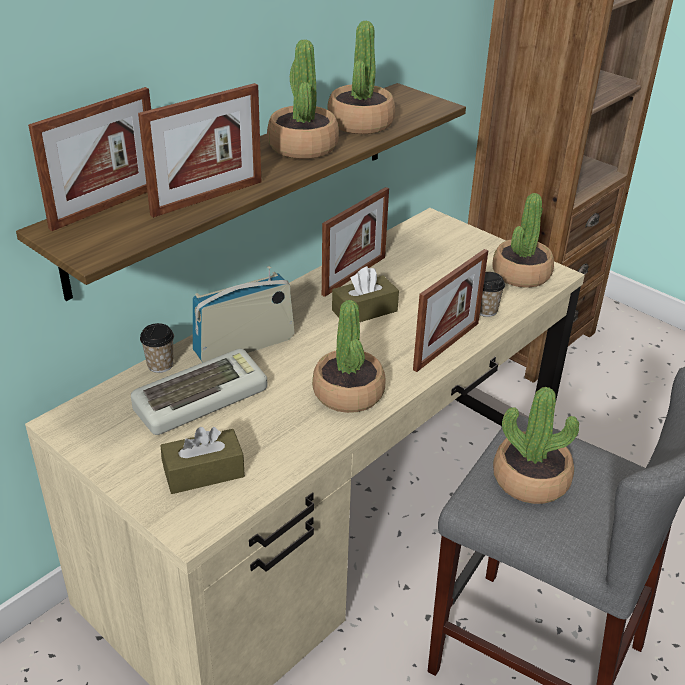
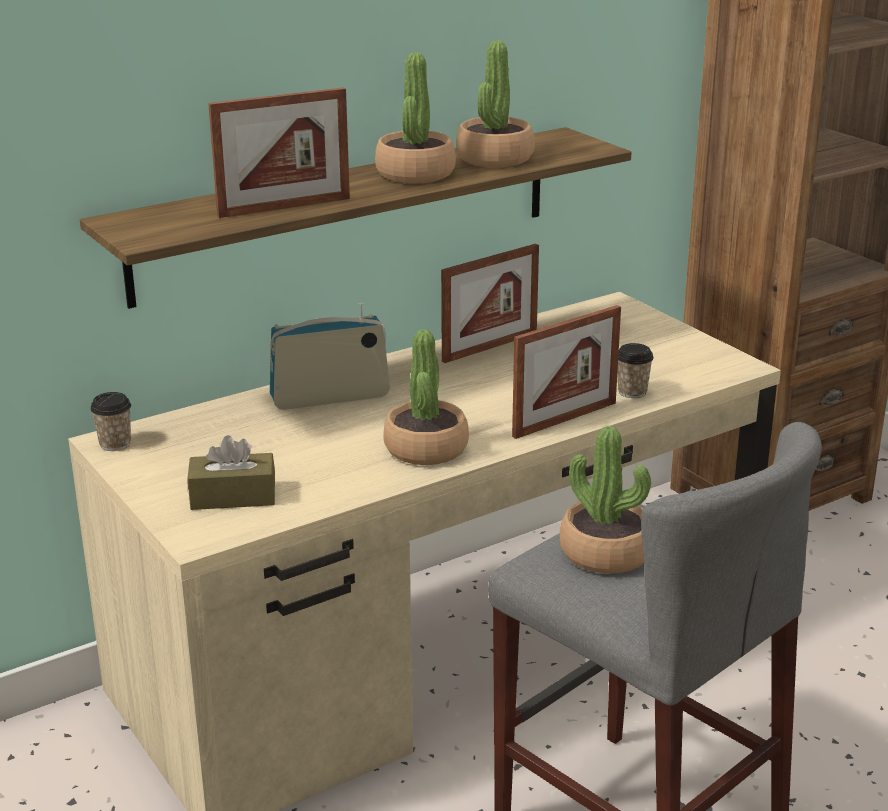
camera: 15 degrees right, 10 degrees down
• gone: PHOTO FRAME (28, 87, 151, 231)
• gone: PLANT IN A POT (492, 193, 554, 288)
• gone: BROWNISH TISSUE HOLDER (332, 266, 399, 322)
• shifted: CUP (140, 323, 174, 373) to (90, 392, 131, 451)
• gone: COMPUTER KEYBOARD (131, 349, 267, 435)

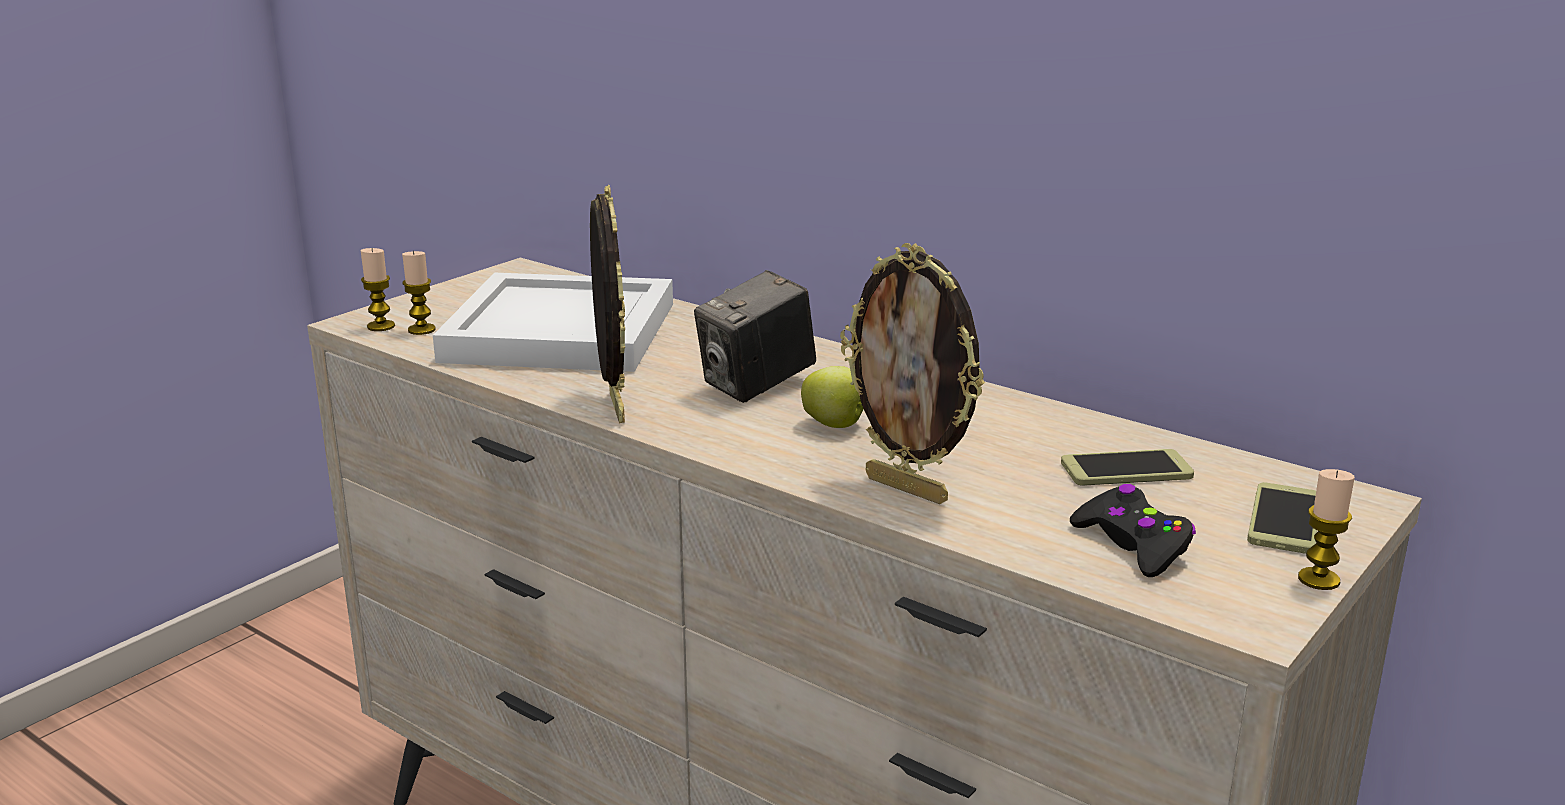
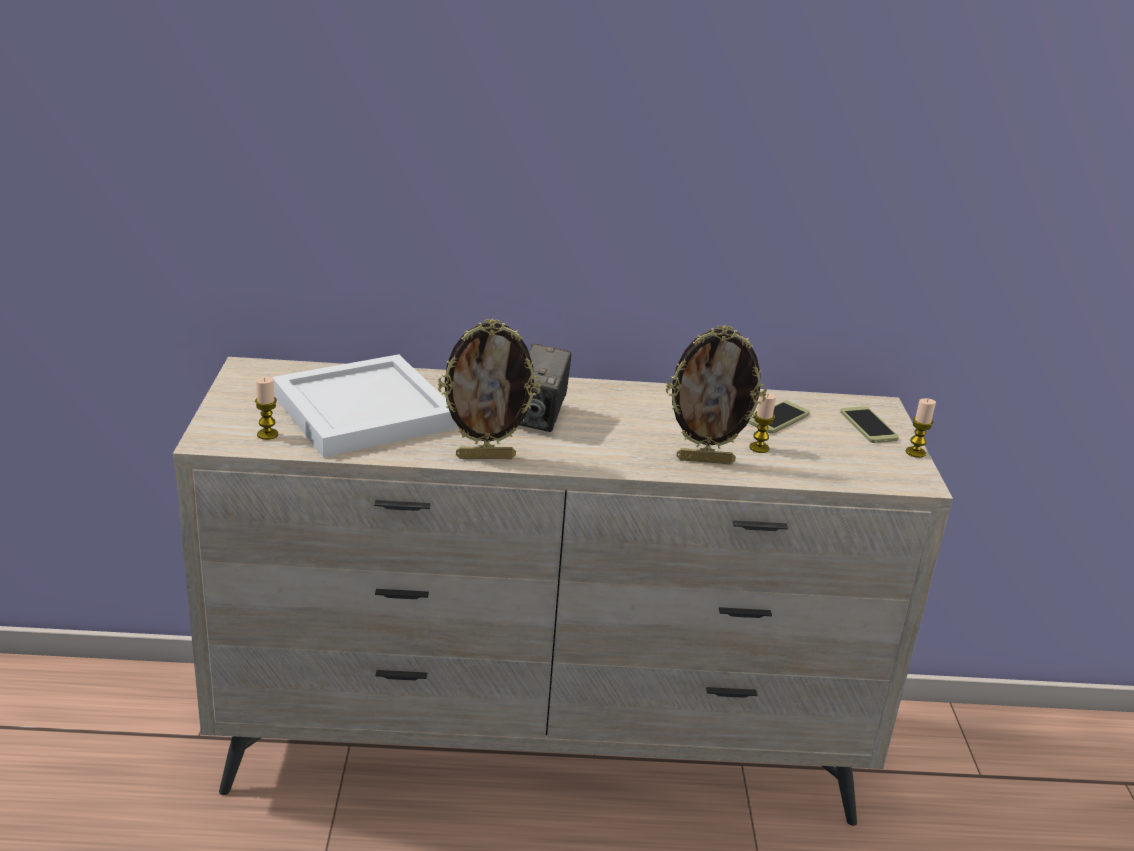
camera: 40 degrees left, 5 degrees up
• rotated: PHOTO FRAME (590, 185, 625, 423) = (438, 318, 541, 459) 135 degrees clockwise
• shifted: WAX LIGHT (361, 248, 395, 331) to (749, 393, 776, 453)
• gone: APPLE (801, 366, 864, 428)
• gone: BLACK GAMEPAD (1070, 484, 1196, 577)

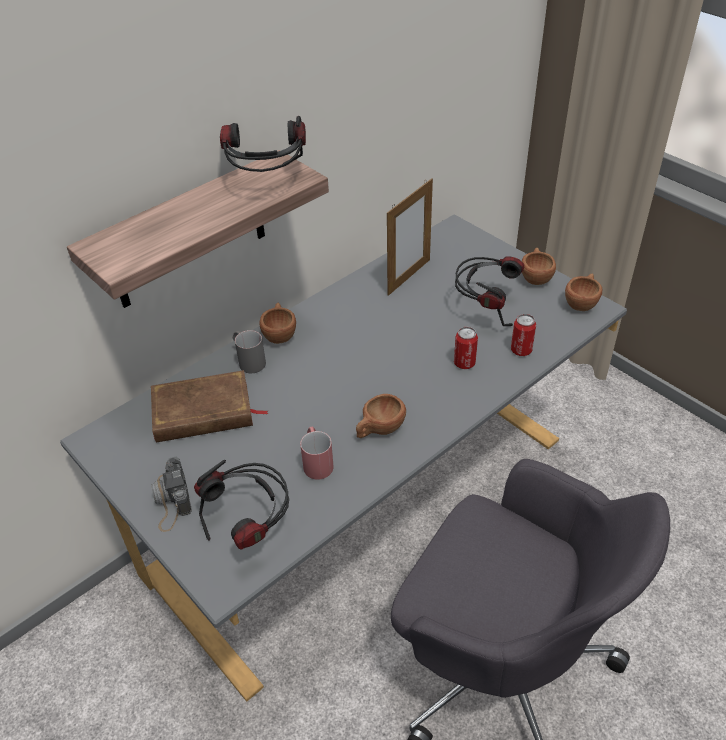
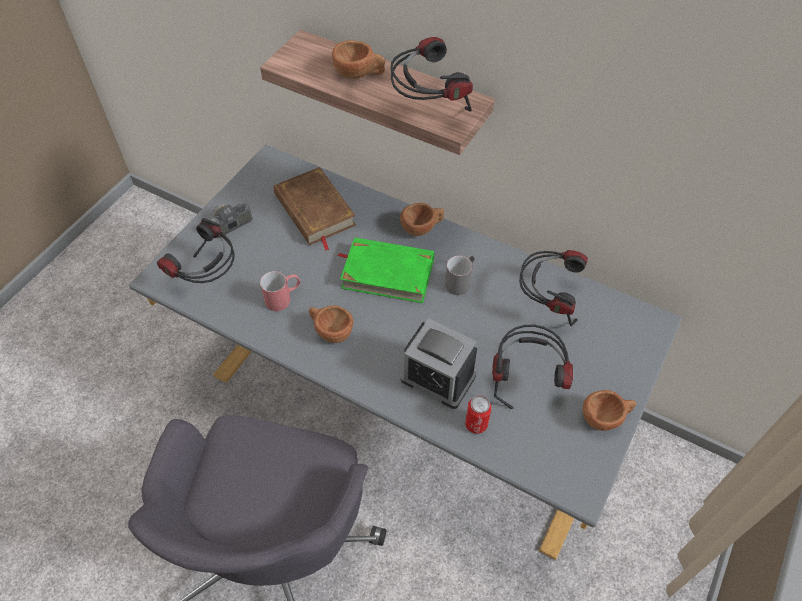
camera: 70 degrees right, 10 degrees up
• swapped: PHOTO FRAME (387, 178, 433, 296) to PAIR OF HEADPHONES (519, 250, 588, 326)
• shifted: BROWNISH CUP (565, 274, 602, 311) to (332, 40, 385, 79)
• swapped: METAL CAN (454, 327, 478, 369) to BEDSIDE CLOCK (401, 318, 477, 409)
• shifted: GREYISH TEA MUG (233, 330, 266, 373) to (445, 254, 475, 295)
• new: GREENISH BOOK (337, 237, 434, 303)

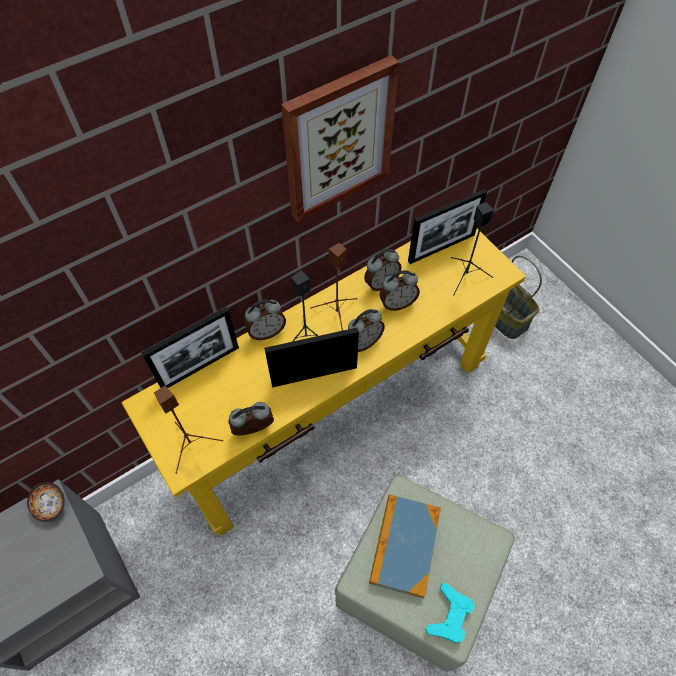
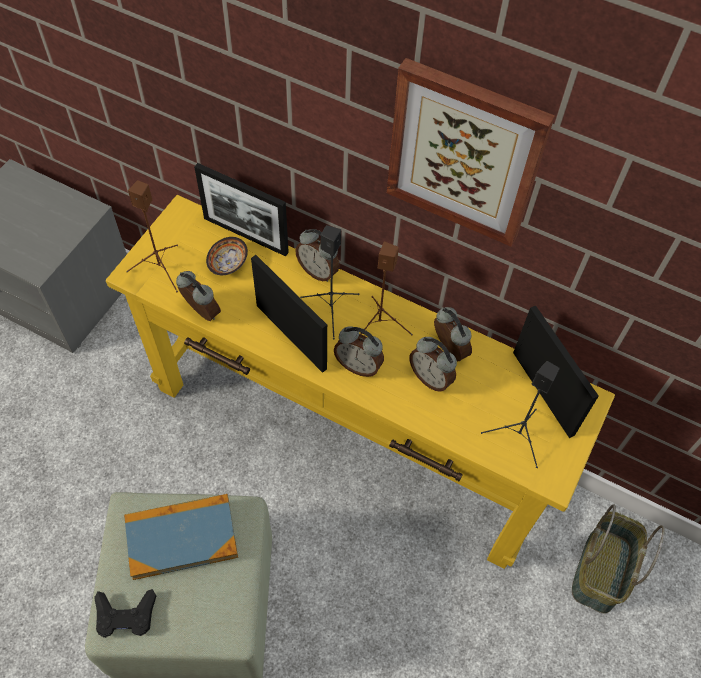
camera: 60 degrees right, 0 degrees up
• rotated: PHOTO FRAME (408, 189, 487, 264) = (513, 306, 598, 438) 150 degrees counterclockwise
• rotated: BEDSIDE CLOCK (364, 249, 401, 291) = (434, 307, 472, 362) 150 degrees counterclockwise
• shifted: DEEP DISH (27, 482, 65, 522) to (206, 237, 248, 275)
• repainted: TURQUOISE-COLOURED GAMEPAD (425, 583, 474, 643) to BLACK GAMEPAD (94, 589, 156, 638)

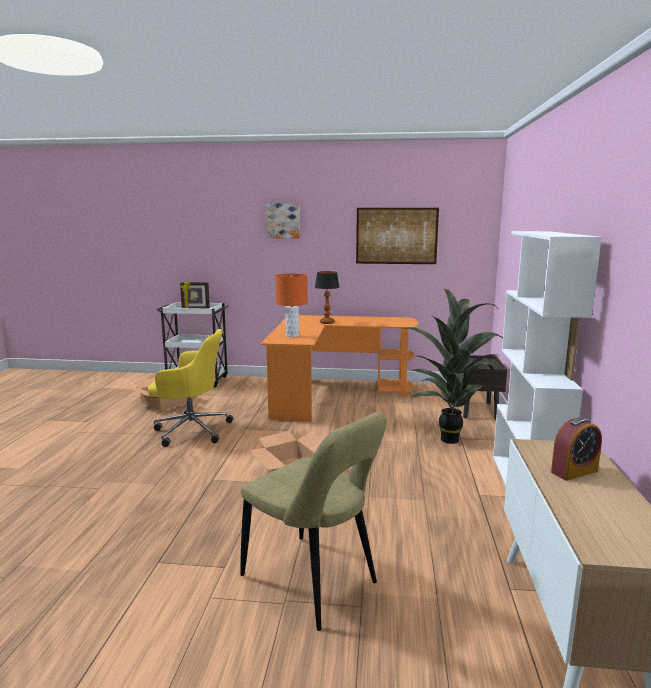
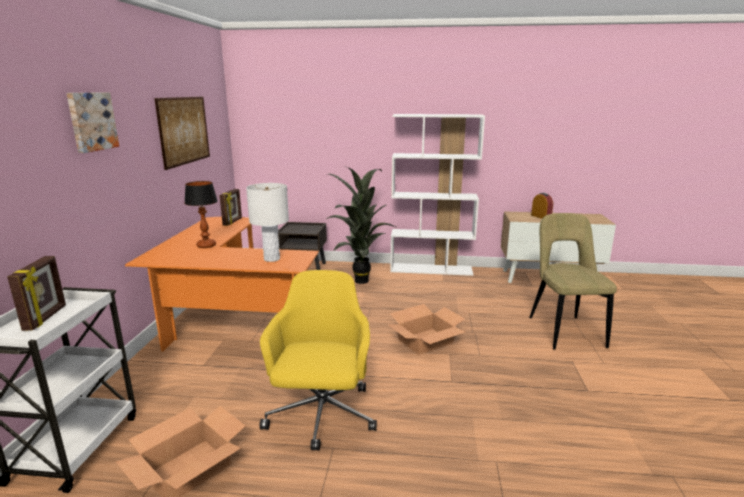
camera: 90 degrees left, 5 degrees up
• repainted: ORANGE-COLOURED TABLETOP LAMP (275, 273, 308, 337) to WHITISH TABLETOP LAMP (246, 183, 289, 262)
• rotated: SAND-COLOURED CHAIR (240, 412, 387, 631) = (529, 213, 617, 350) 45 degrees counterclockwise
• new: PHOTO FRAME (219, 189, 242, 226)

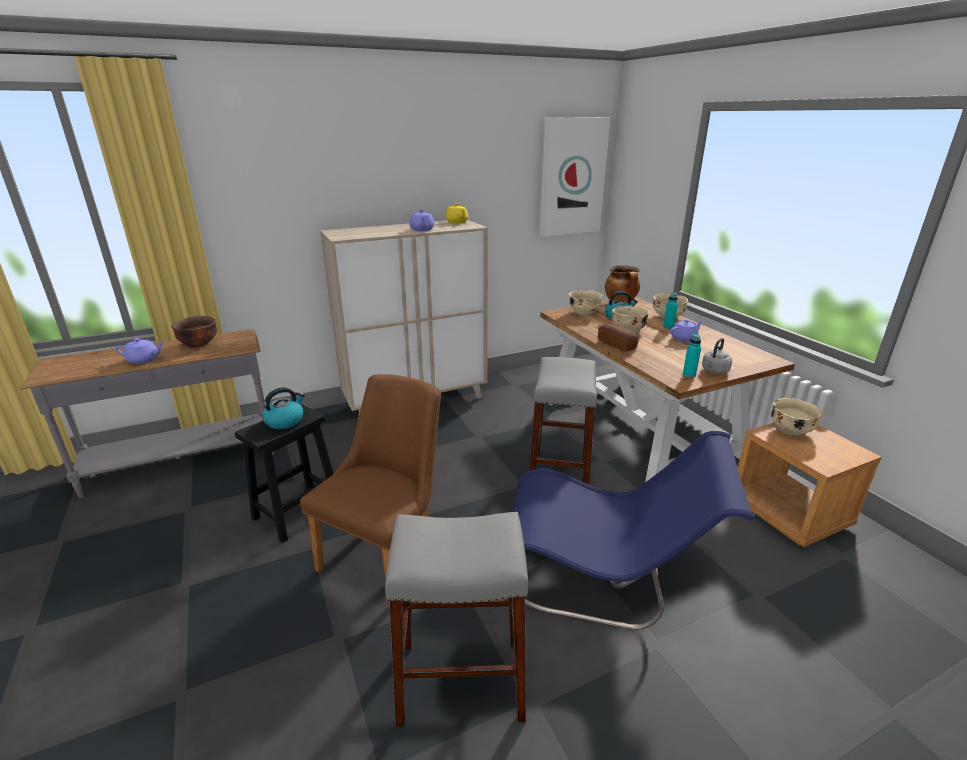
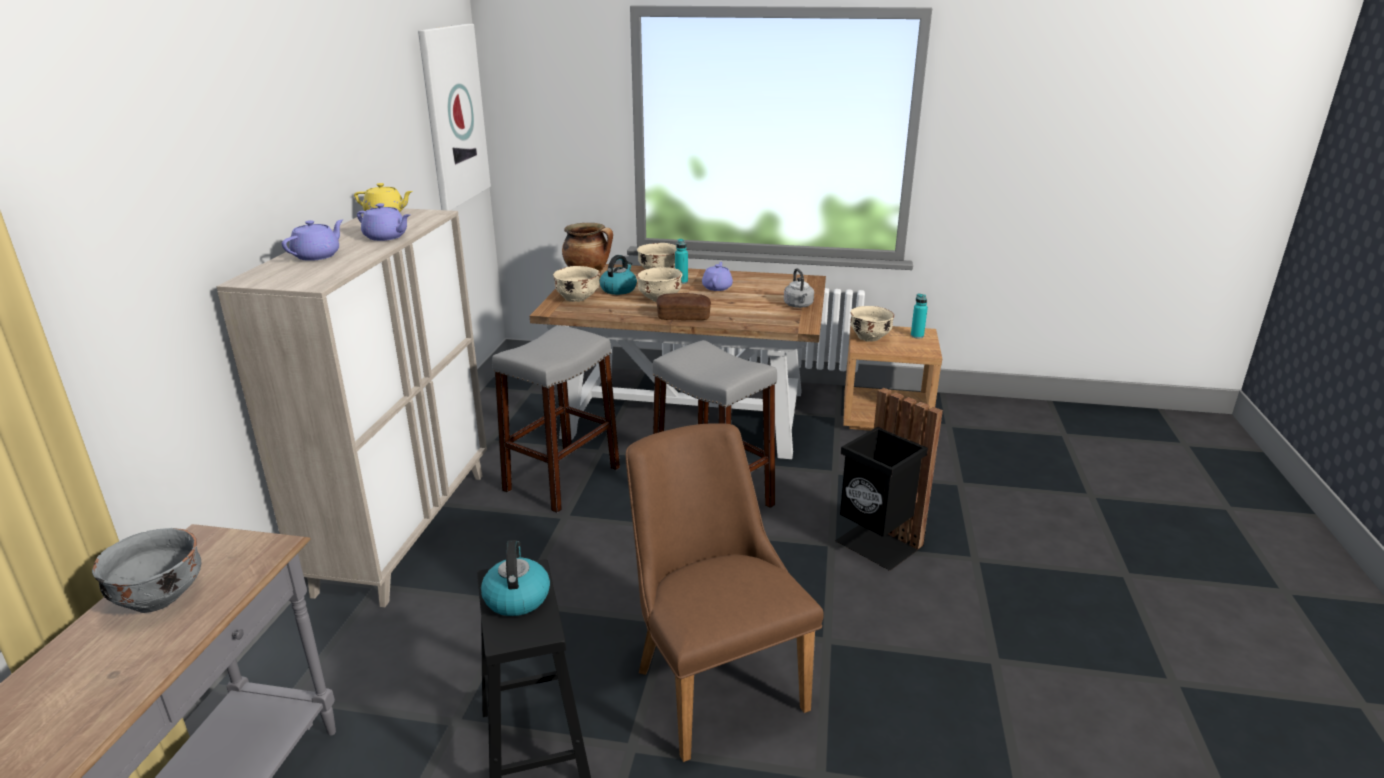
camera: 55 degrees left, 0 degrees up
• repainted: BROWNISH DEEP DISH (171, 316, 218, 348) to GREYISH DEEP DISH (92, 528, 201, 613)
• shifted: TURQUOISE-COLOURED BEVERAGE BOTTLE (683, 333, 701, 378) to (911, 294, 928, 338)
• shifted: PURPLE POT FOR TEA (116, 338, 164, 364) to (282, 219, 343, 261)
• swapped: BLUE-COLOURED CHAIR (512, 431, 755, 630) to BLACK RUBBISH BIN (835, 388, 943, 571)
• shifted: GREYISH STOOL SEAT (385, 512, 528, 727) to (492, 325, 620, 513)

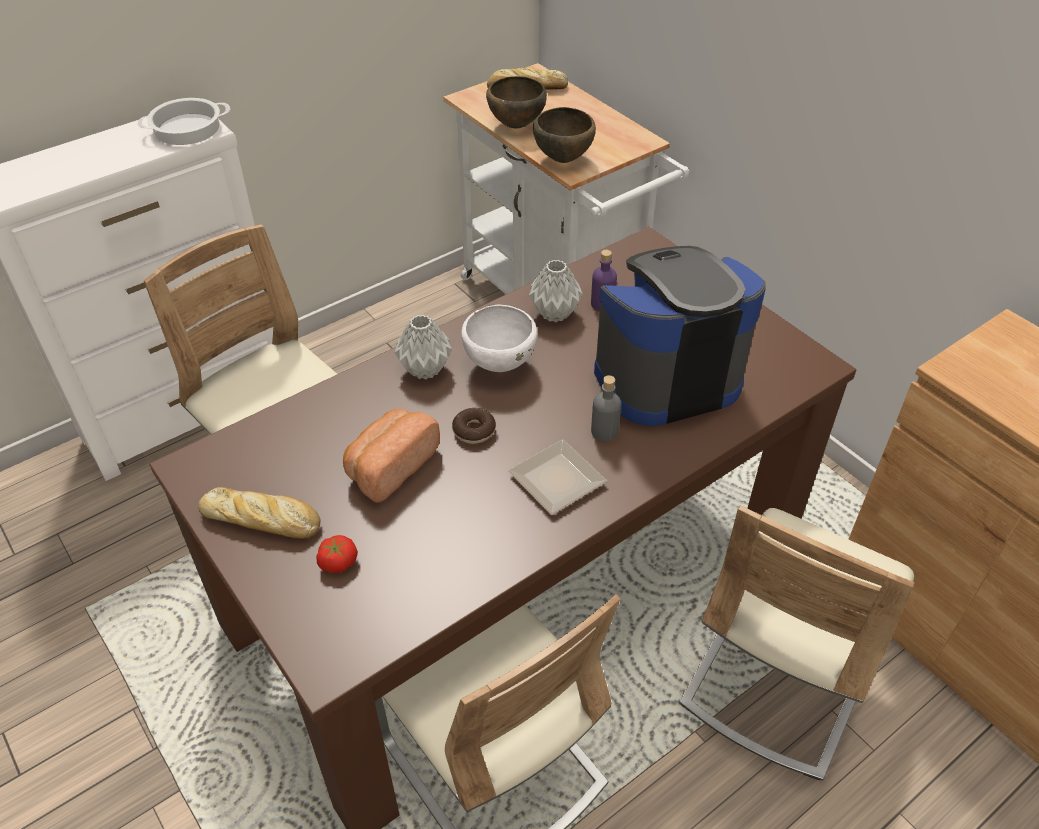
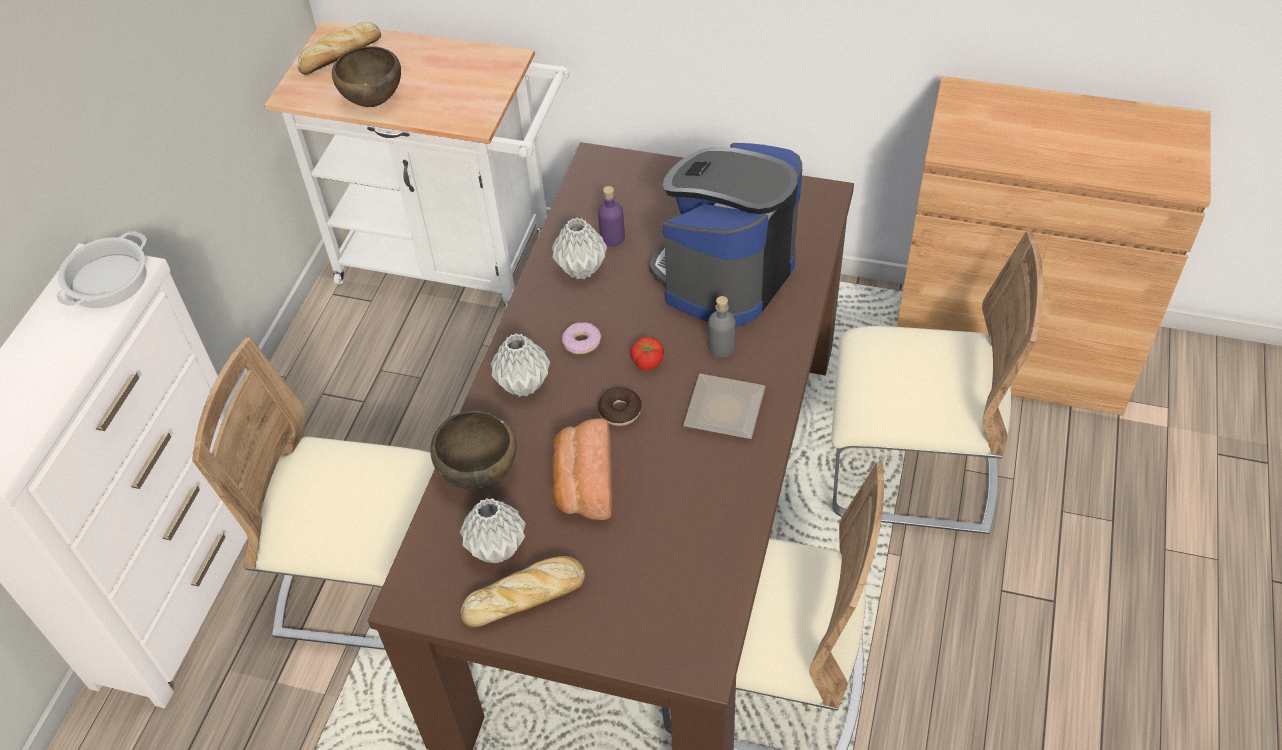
camera: 35 degrees left, 5 degrees up
• shifted: BROWNISH DEEP DISH (533, 107, 596, 163) to (430, 410, 517, 490)
• swapped: WHITISH DEEP DISH (461, 305, 537, 372) to DOUGHNUT (562, 322, 601, 354)
• rotated: SAND-COLOURED CHAIR (679, 505, 915, 780) = (831, 231, 1043, 534) 75 degrees counterclockwise
• shifted: FRESH TOMATO (316, 535, 358, 573) to (630, 337, 664, 371)
• new: GREYISH FLOWER VASE (460, 498, 526, 563)

